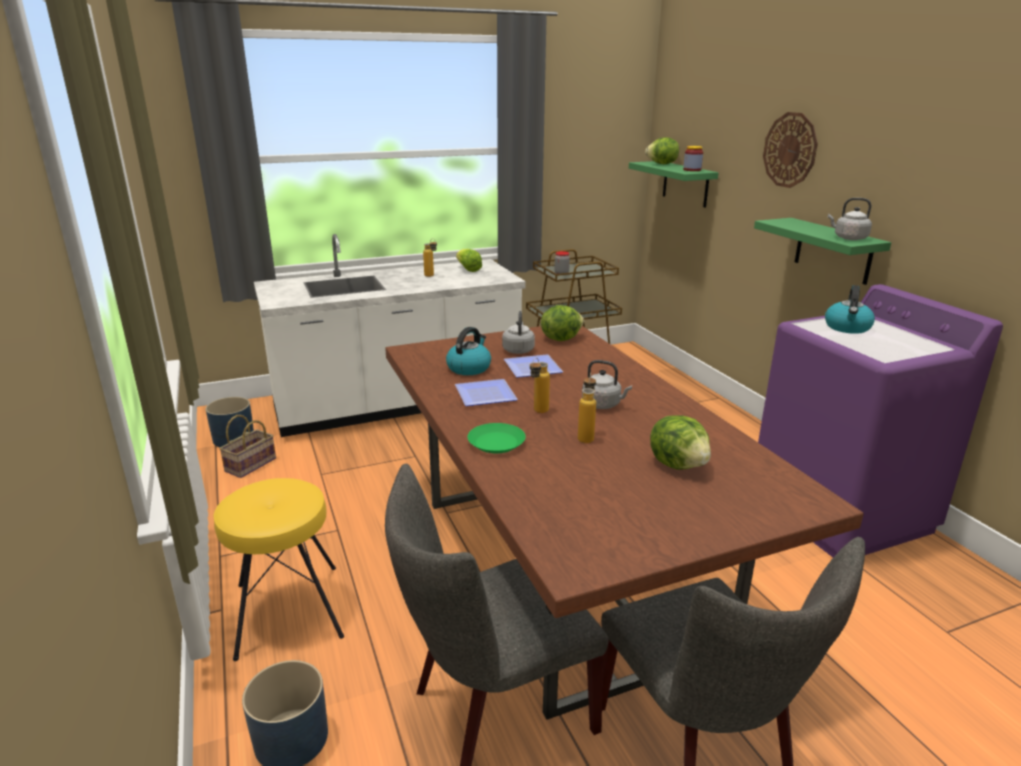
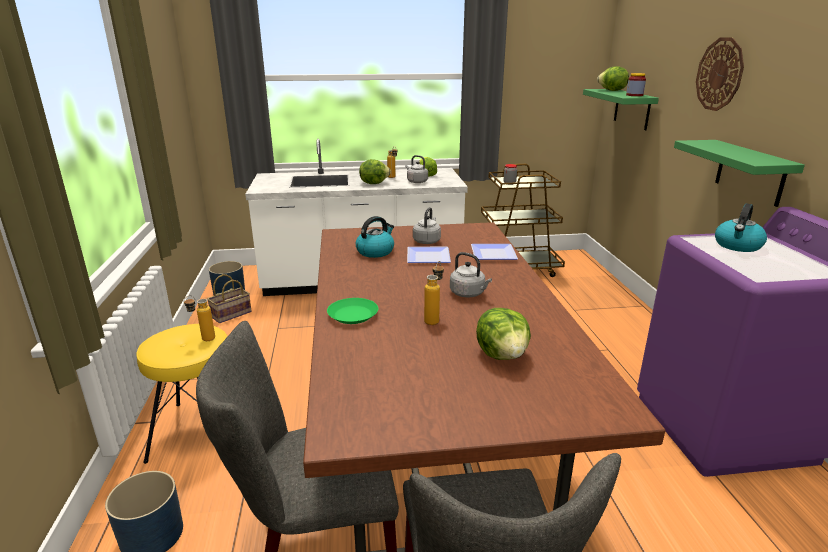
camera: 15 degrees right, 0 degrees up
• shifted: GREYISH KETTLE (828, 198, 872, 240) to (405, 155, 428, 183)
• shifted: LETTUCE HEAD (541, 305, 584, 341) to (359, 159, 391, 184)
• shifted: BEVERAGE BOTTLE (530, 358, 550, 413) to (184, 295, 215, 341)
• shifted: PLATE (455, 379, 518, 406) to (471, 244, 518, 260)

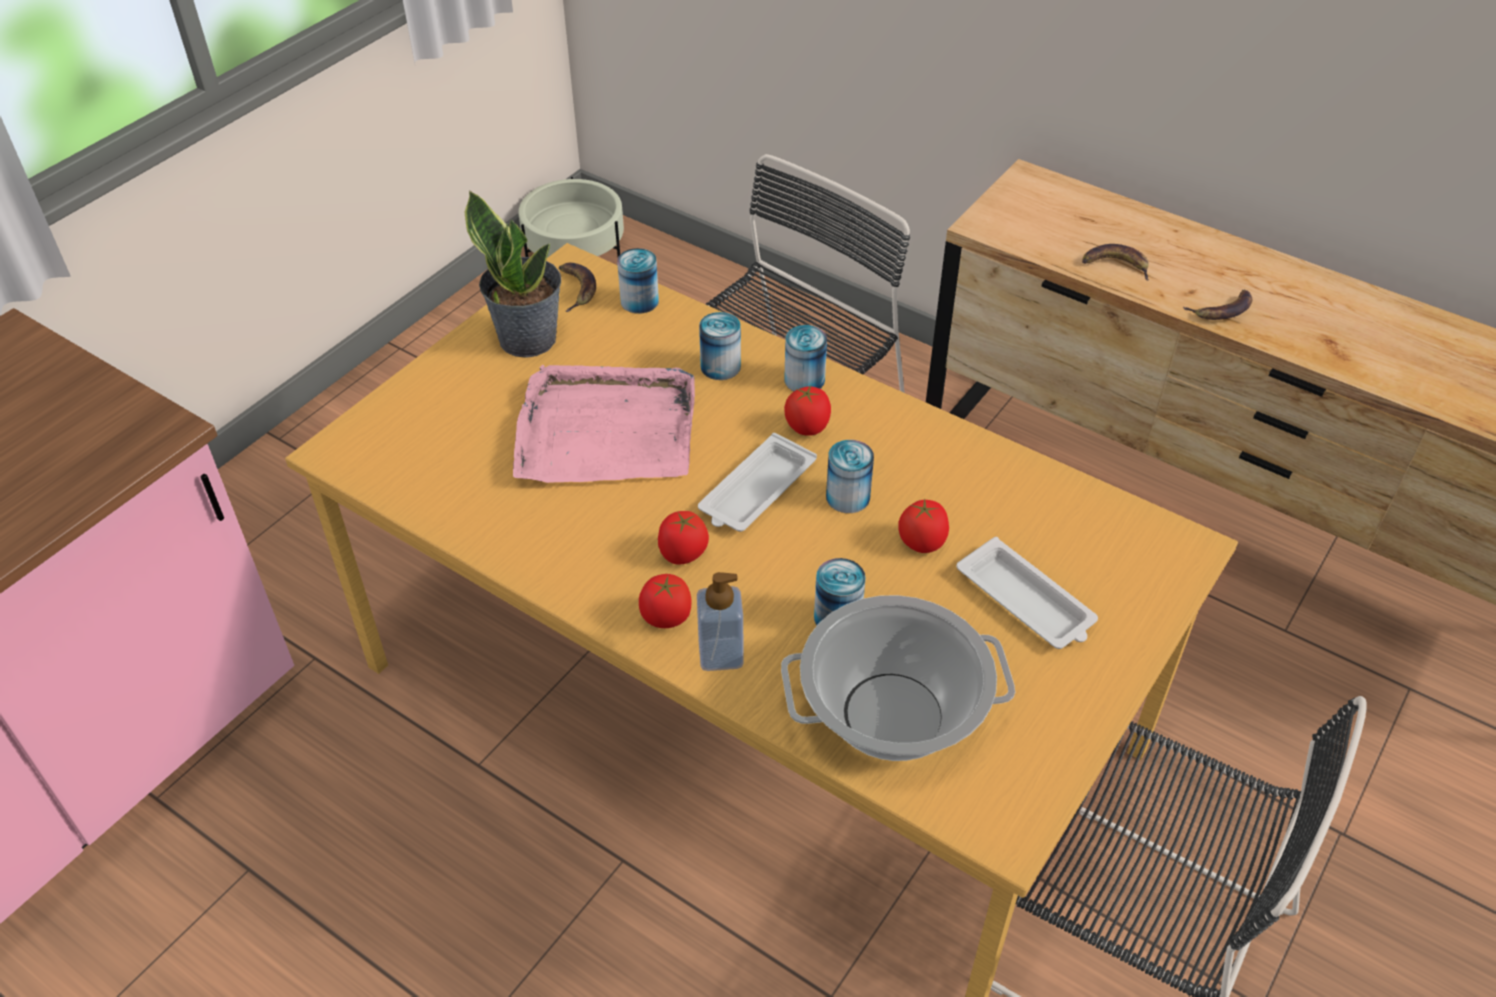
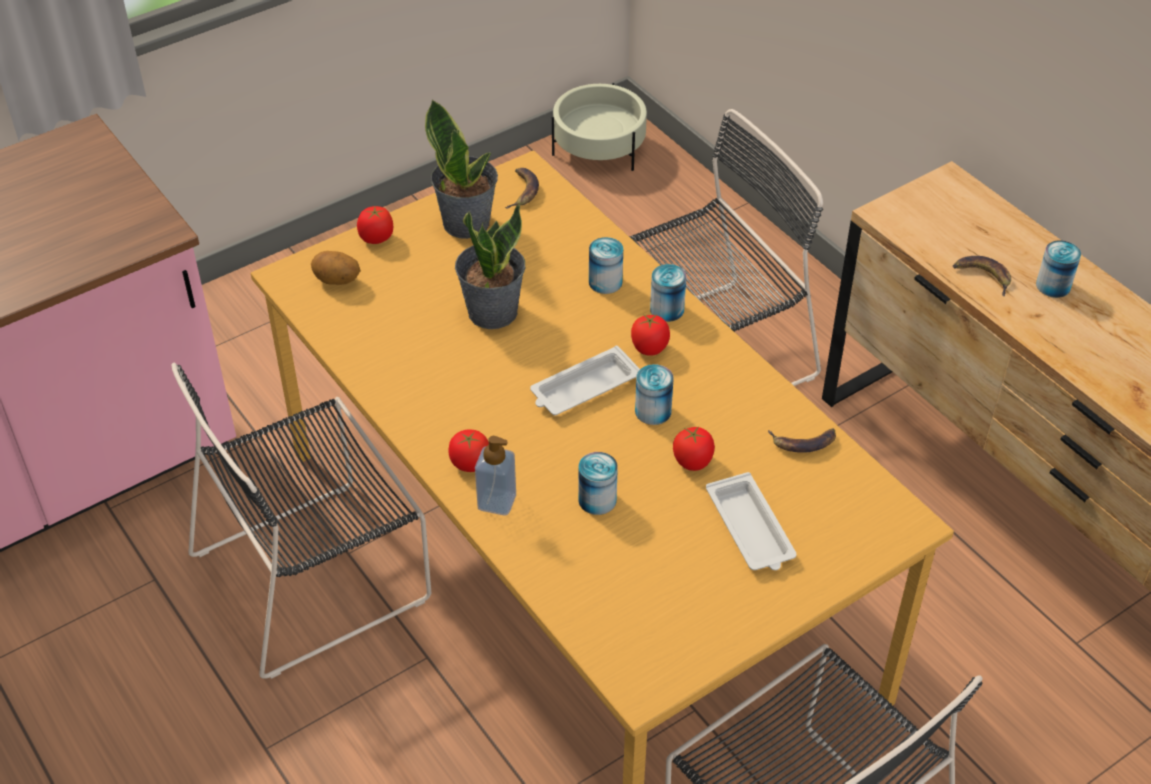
camera: 20 degrees right, 0 degrees up
• shifted: METAL CAN (617, 248, 659, 314) to (1036, 240, 1081, 298)
• shifted: WHOLE BANANA (1183, 289, 1252, 320) to (768, 428, 836, 453)
• swapped: PINK SERVING TRAY (513, 365, 695, 483) to PLANT IN A POT (455, 204, 525, 329)
• shifted: FRESH TOMATO (658, 511, 709, 565) to (357, 206, 393, 244)
• gone: STOCKPOT (781, 595, 1015, 761)
• new: POTATO (311, 251, 361, 285)
• new: BLACK CHAIR (171, 363, 431, 679)

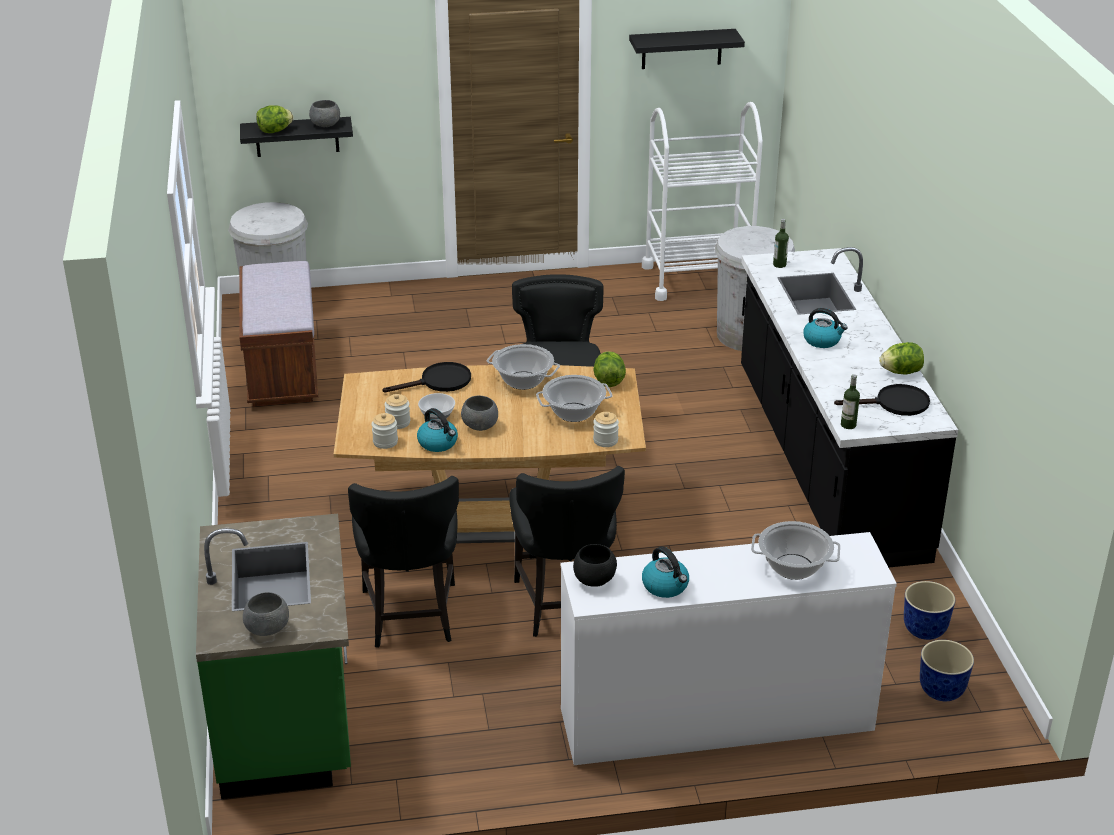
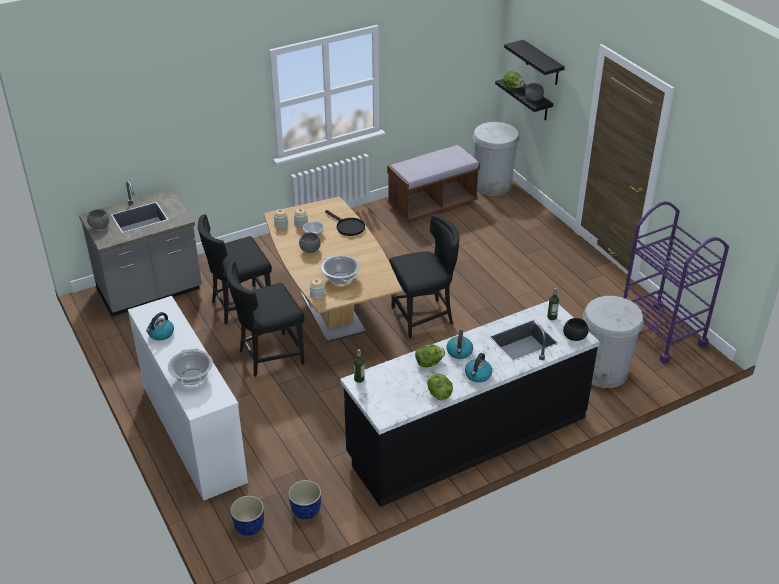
camera: 70 degrees right, 5 degrees up
• shifted: BLACK WALL SHELF (629, 29, 745, 69) to (504, 40, 565, 85)
• repainted: WHITISH TROLLEY (642, 102, 763, 301) to PURPLE TROLLEY (623, 201, 729, 364)
• gone: STOCKPOT (487, 344, 560, 390)
• shifted: LETTUCE HEAD (593, 351, 626, 387) to (415, 344, 445, 367)
• gone: BLACK SKILLET (834, 384, 930, 416)
• shifted: KETTLE (417, 408, 458, 452) to (465, 353, 492, 383)
• repainted: GREENISH KITCHEN COUNTER (196, 514, 351, 799) to GREYISH KITCHEN COUNTER (79, 181, 202, 316)
• shifted: BLACK DEEP DISH (573, 544, 617, 587) to (563, 318, 588, 341)

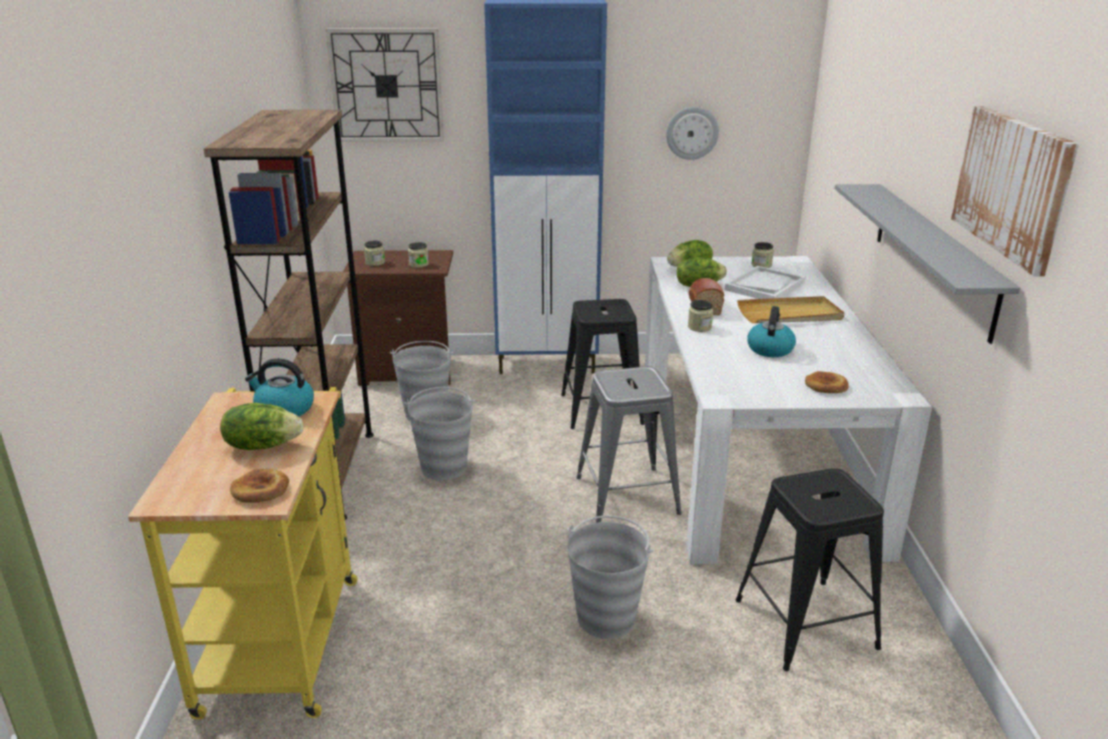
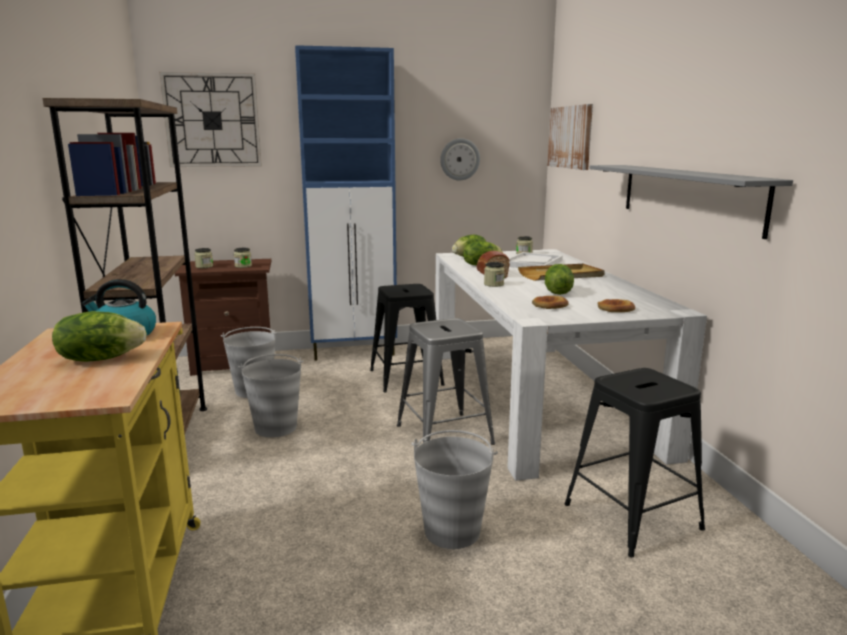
camera: 10 degrees left, 10 degrees down
• shifted: WALL ART (951, 106, 1079, 276) to (548, 104, 593, 170)
• swapped: KETTLE (747, 306, 796, 357) to LETTUCE HEAD (545, 264, 574, 295)
• shifted: BAKED BREAD (230, 469, 289, 503) to (532, 296, 569, 309)

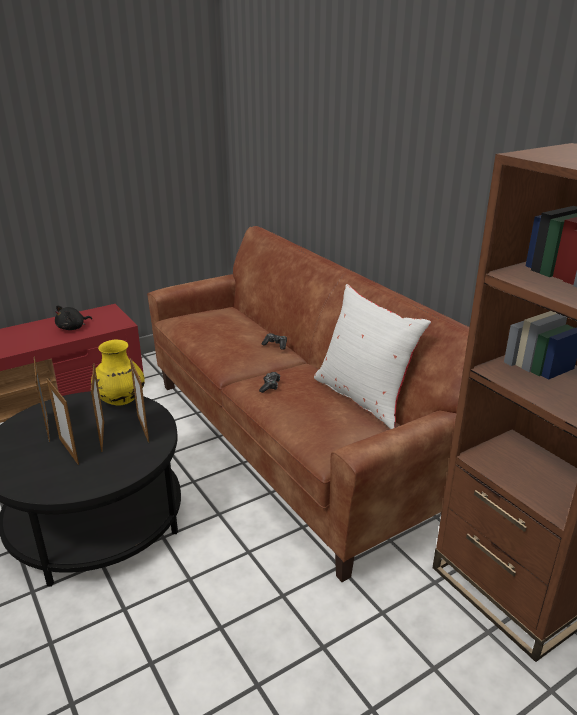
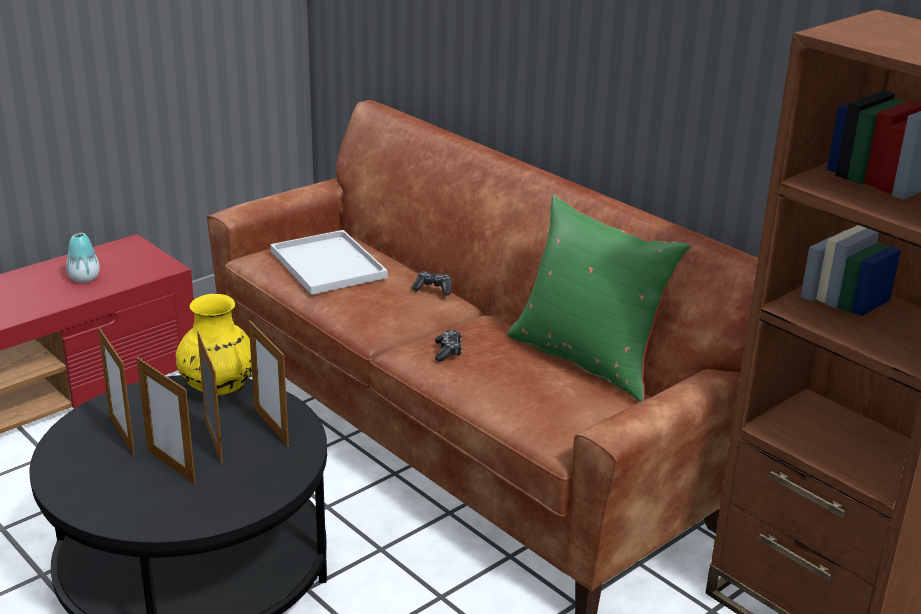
camera: 10 degrees left, 0 degrees up
• repainted: WHITISH THROW PILLOW (314, 284, 431, 429) to GREENISH THROW PILLOW (507, 194, 691, 402)
• swapped: BLACK CUDDLY TOY (55, 305, 92, 330) to FLOWER VASE (67, 233, 100, 283)
• new: WHITISH SERVING TRAY (271, 230, 388, 295)

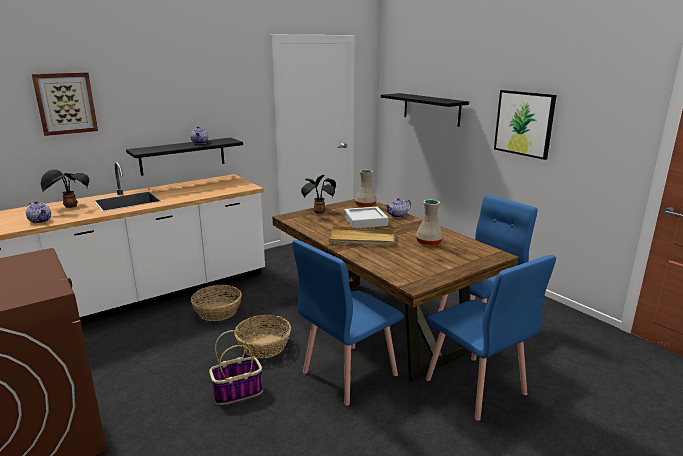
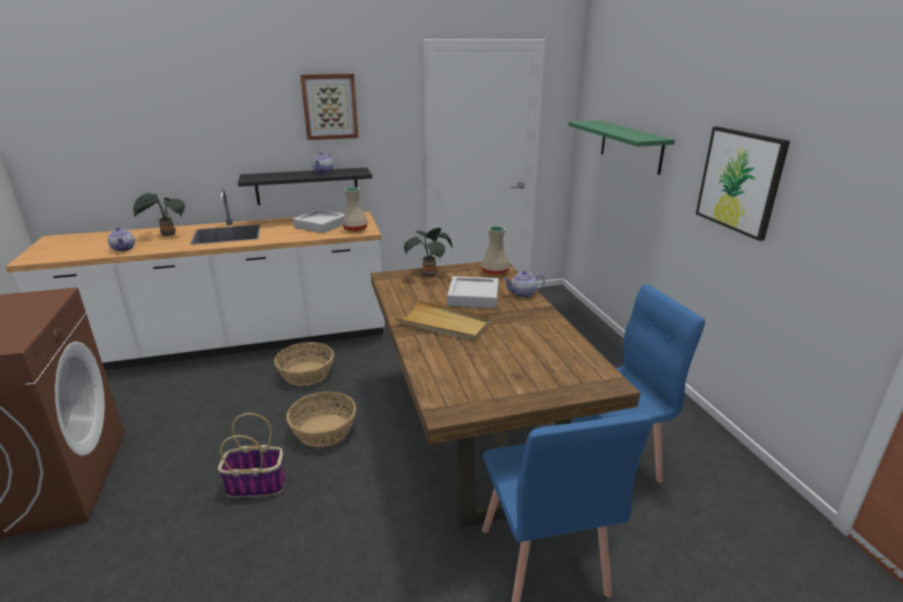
camera: 20 degrees right, 5 degrees up
• shifted: WALL ART (32, 72, 98, 136) to (300, 74, 359, 140)
• repainted: BLACK WALL SHELF (381, 93, 469, 127) to GREENISH WALL SHELF (568, 121, 675, 175)
• shifted: SAND-COLOURED FLOWER VASE (416, 200, 443, 246) to (342, 187, 368, 232)
• gone: BLUE-COLOURED CHAIR (293, 240, 404, 406)
• new: GREYISH SERVING TRAY (293, 209, 344, 233)

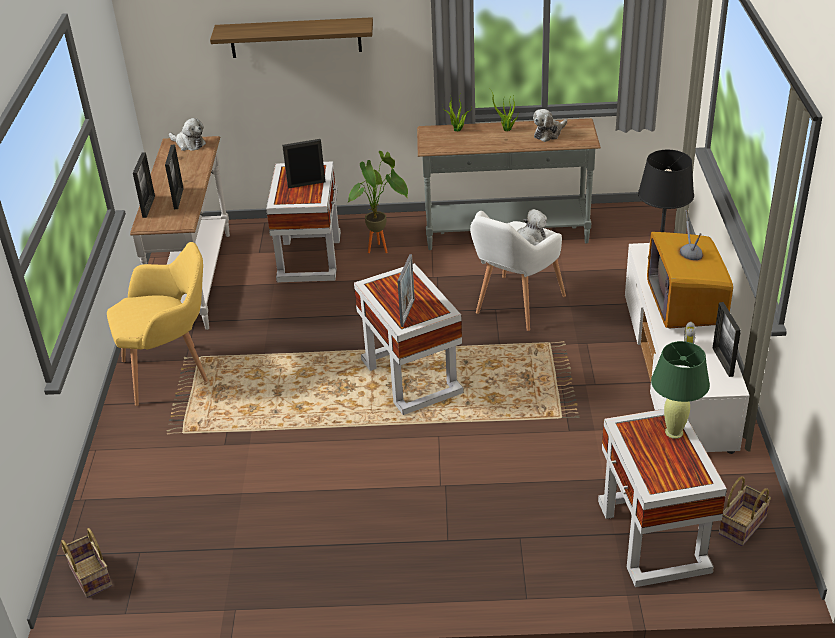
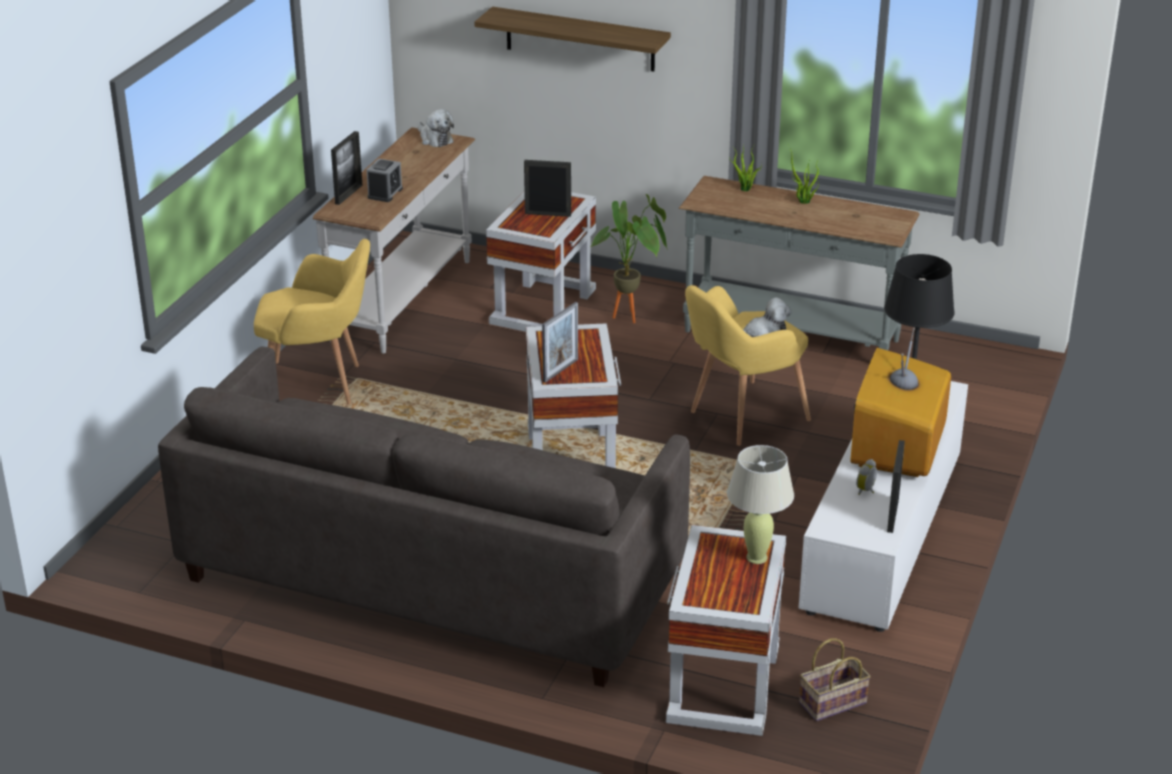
camera: 20 degrees right, 5 degrees down
• gone: CUDDLY TOY (533, 109, 567, 142)
• swapped: PHOTO FRAME (165, 145, 184, 209) to BEDSIDE CLOCK (367, 158, 403, 202)
• repainted: WHITISH EASY CHAIR (470, 211, 566, 331) to YELLOWISH EASY CHAIR (685, 285, 811, 446)
• repainted: GREENISH TABLETOP LAMP (651, 341, 710, 439) to SAND-COLOURED TABLETOP LAMP (727, 445, 794, 564)
• gone: STORAGE BASKET (61, 528, 112, 598)
• new: GREYISH COUCH (158, 346, 690, 687)

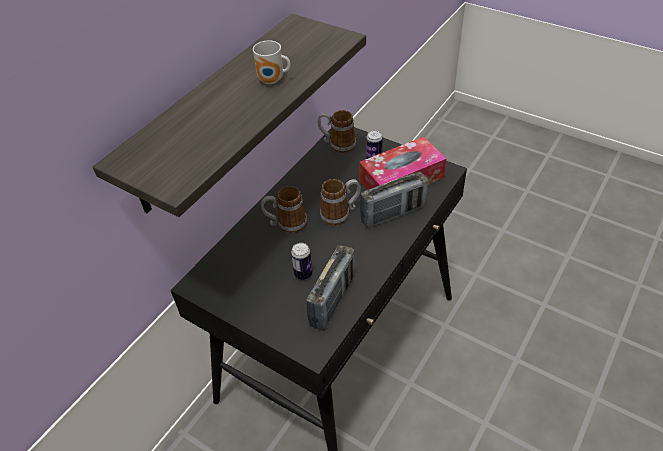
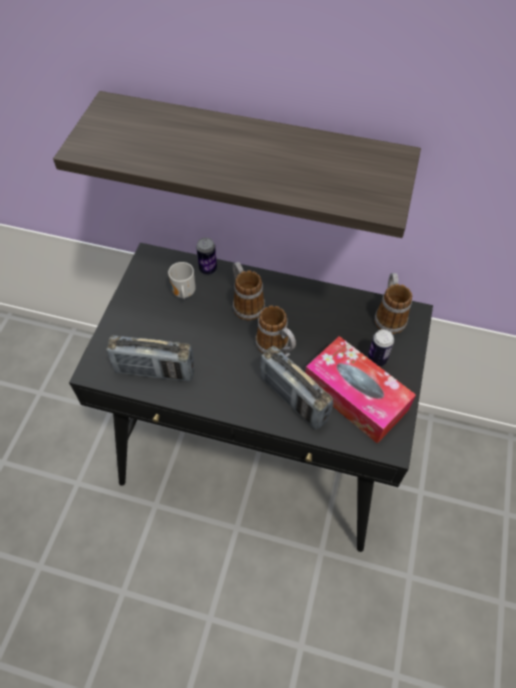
camera: 70 degrees right, 10 degrees up
• shifted: TEA MUG (253, 41, 291, 84) to (168, 262, 196, 299)
• shifted: METAL CAN (291, 243, 313, 280) to (196, 238, 217, 275)

